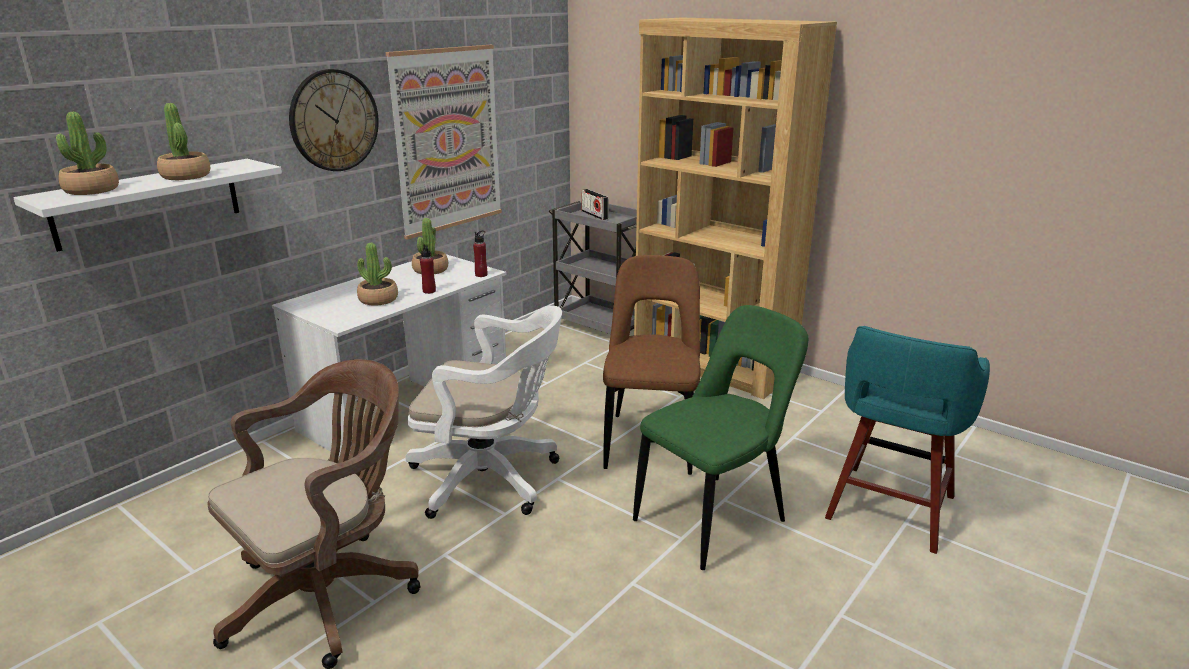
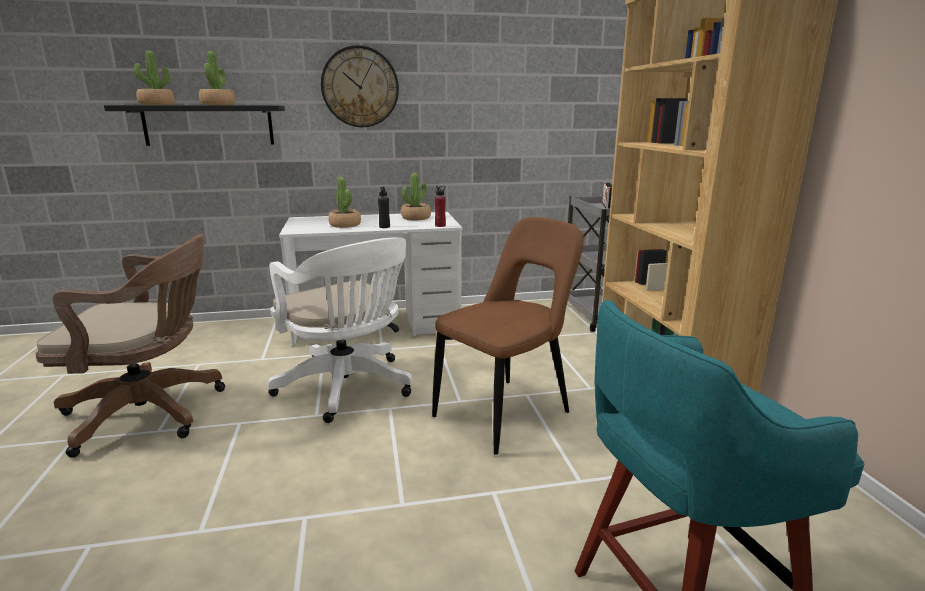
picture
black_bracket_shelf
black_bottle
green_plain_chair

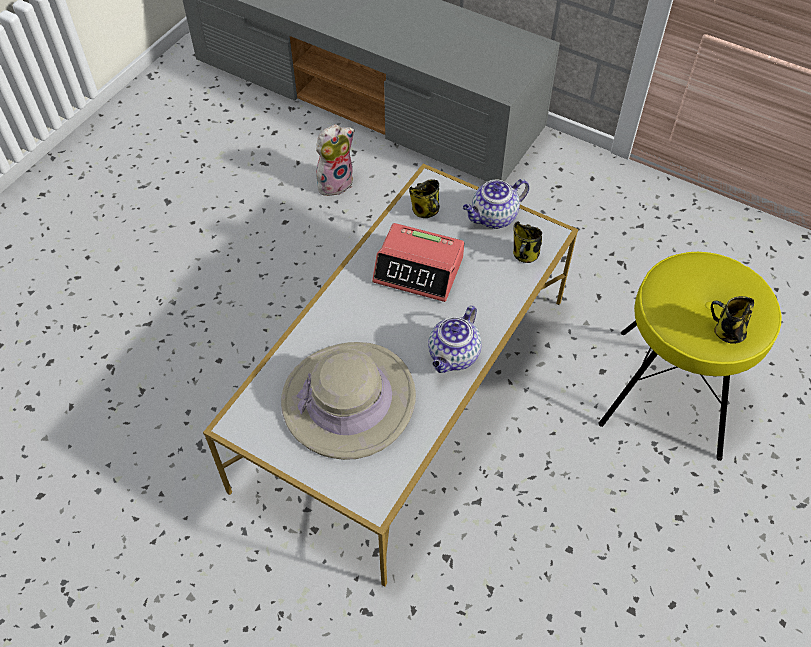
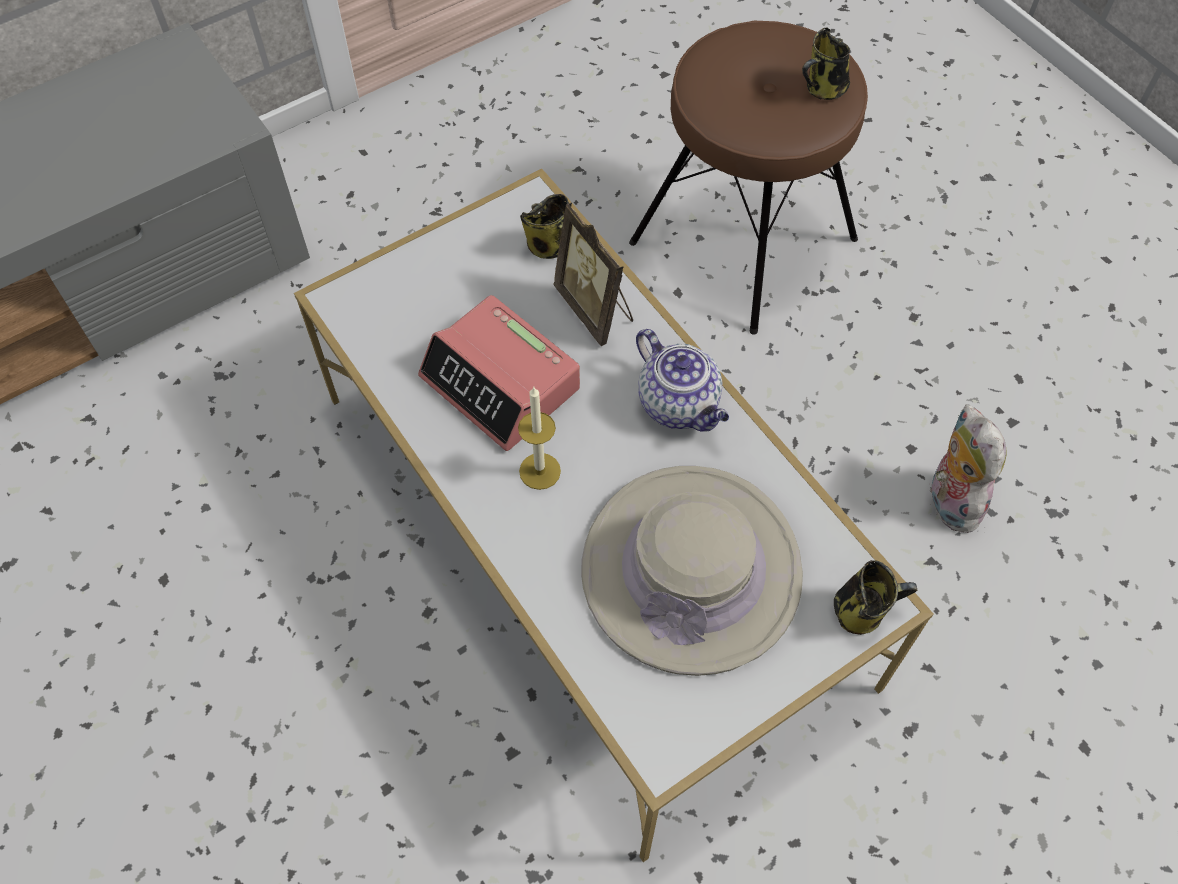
soft_toy
tea_mug (3rd from left)
tea_pot (2nd from left in the first image)
table_clock
brown-coloured_stool_seat
standing_frame
wax_candle

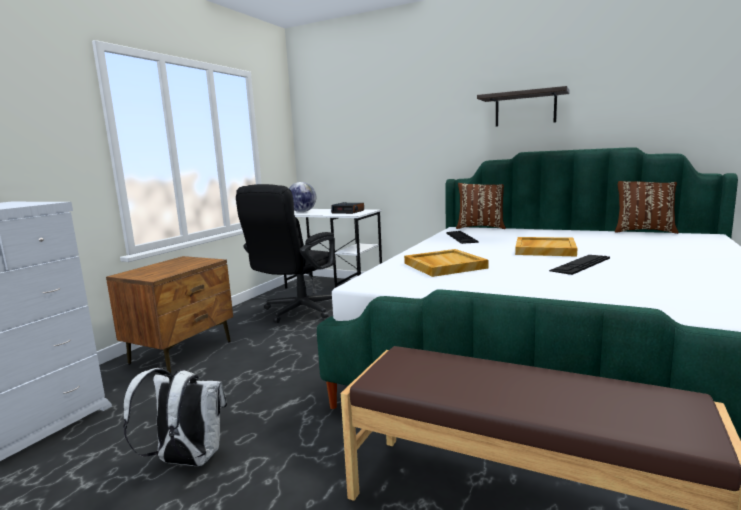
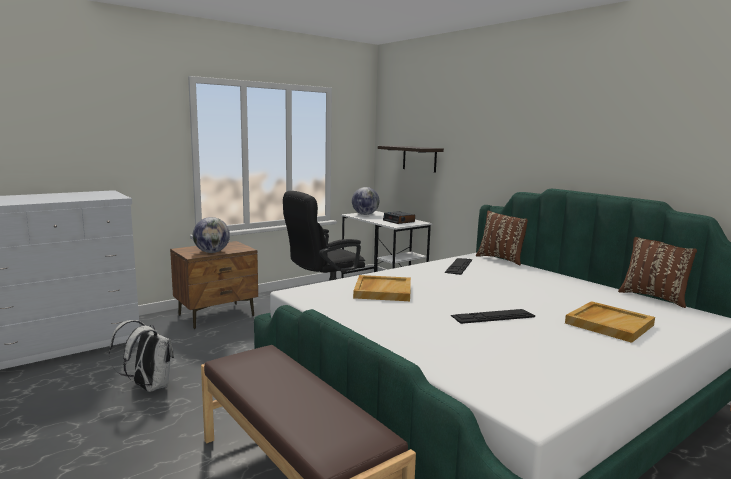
bracket_shelf
beige-coloured_tray (2nd from left)
desk_globe (1st from left)

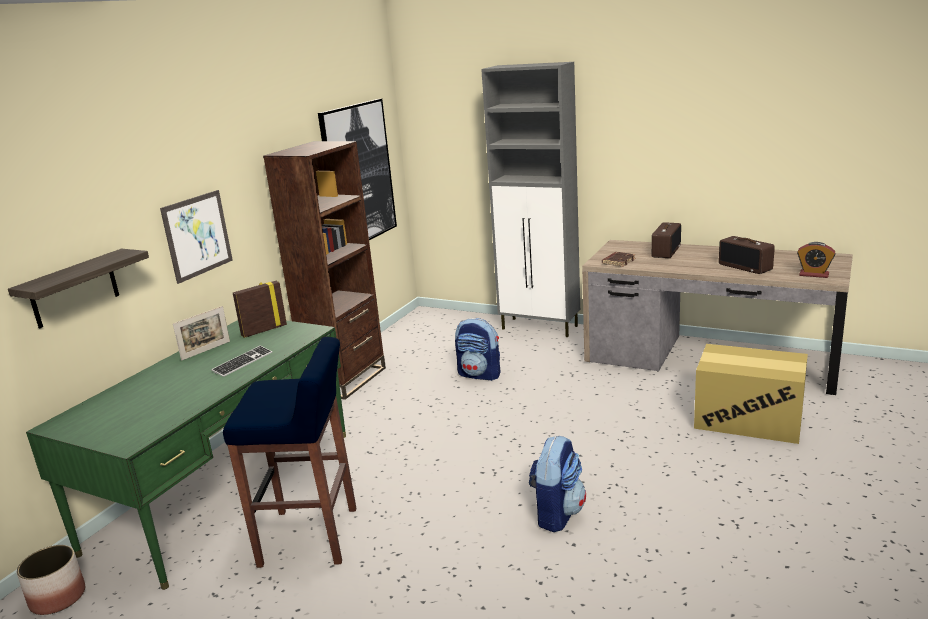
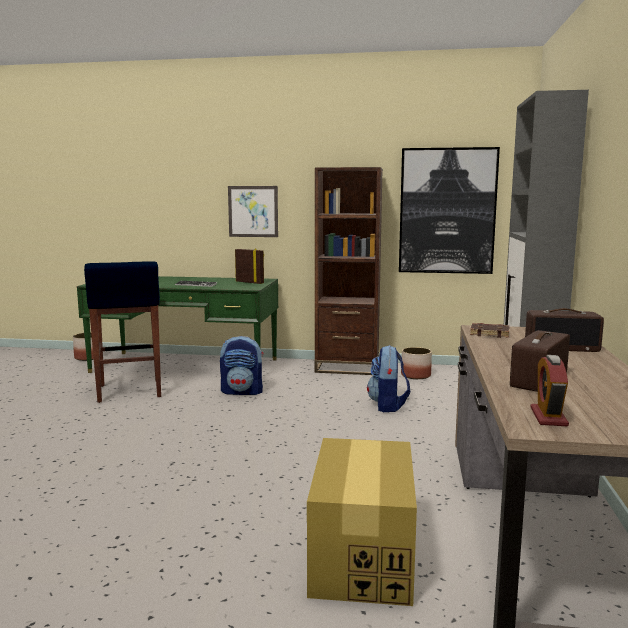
bracket_shelf
standing_frame (1st from left in the first image)
rucksack (1st from left)
planter (2nd from left)

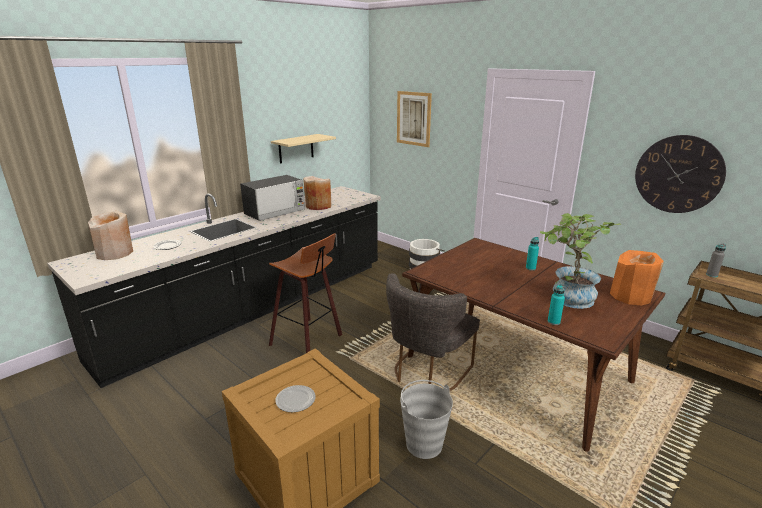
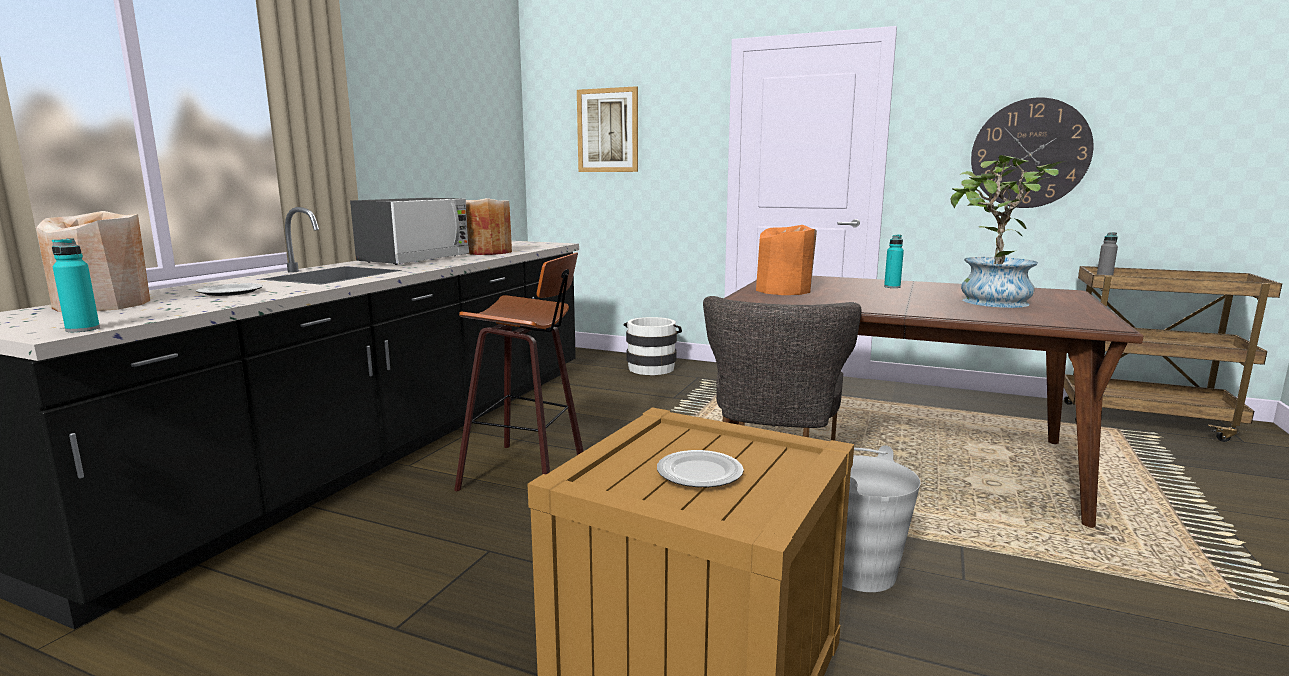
beige-coloured_bracket_shelf
orangey_vase
turquoise_bottle (1st from left)

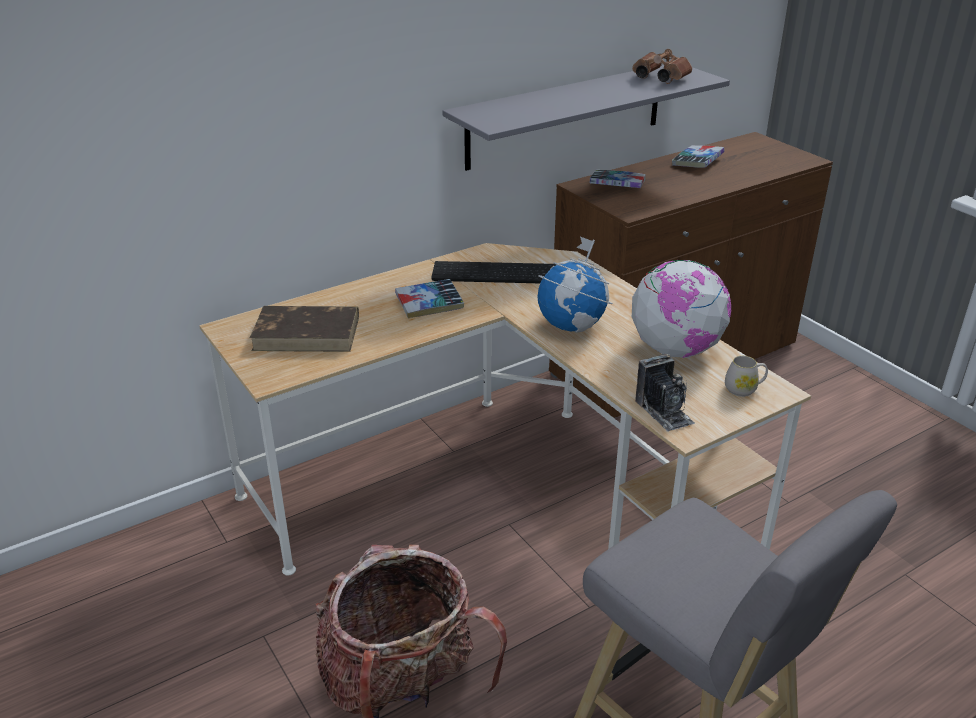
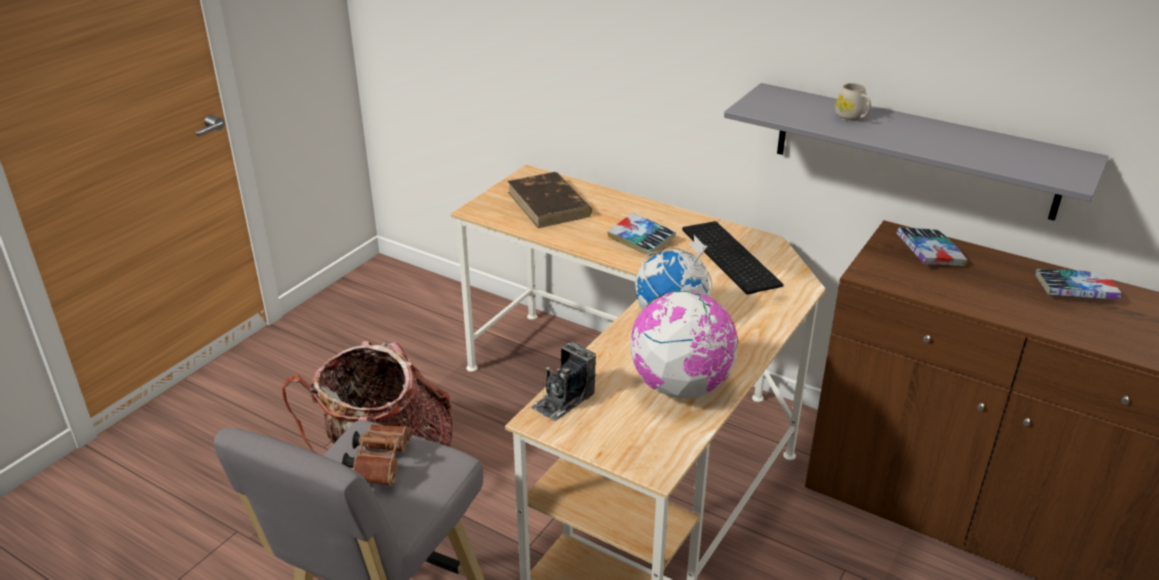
brown-coloured_binoculars
whitish_tea_mug

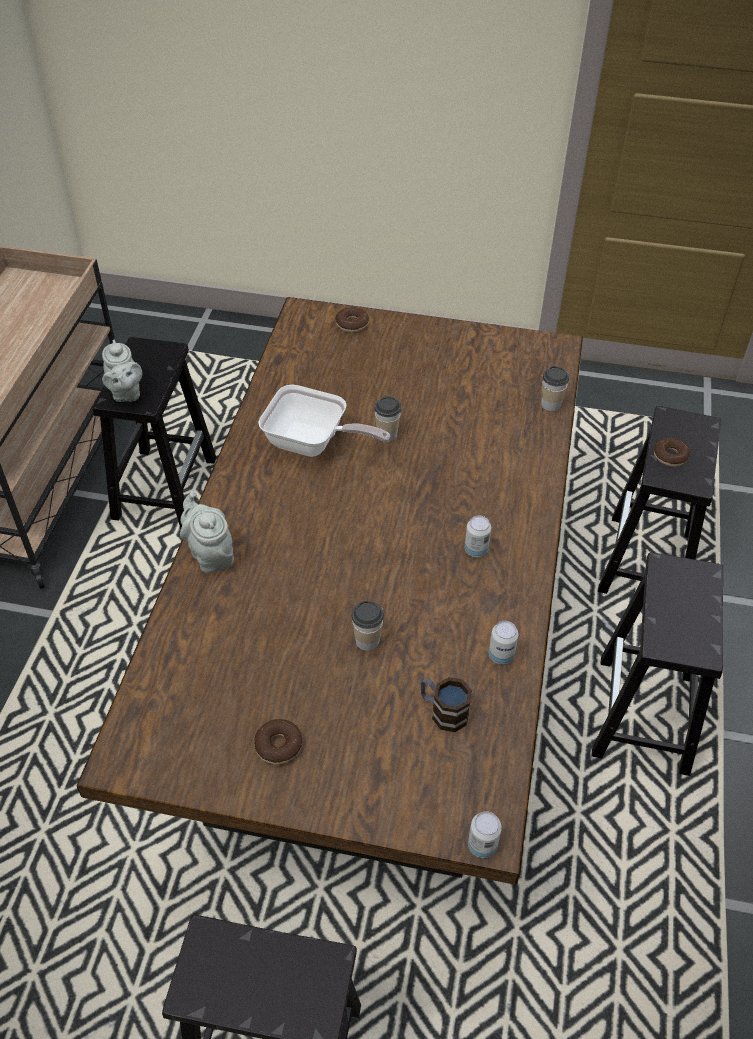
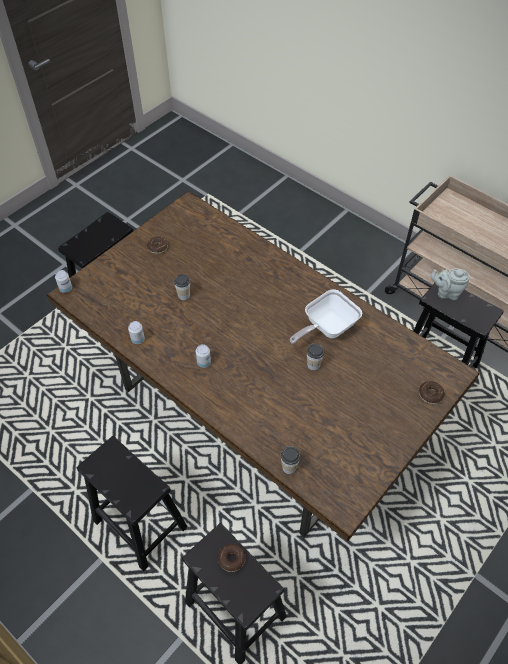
grey_tea_pot (2nd from left in the first image)
tea_mug

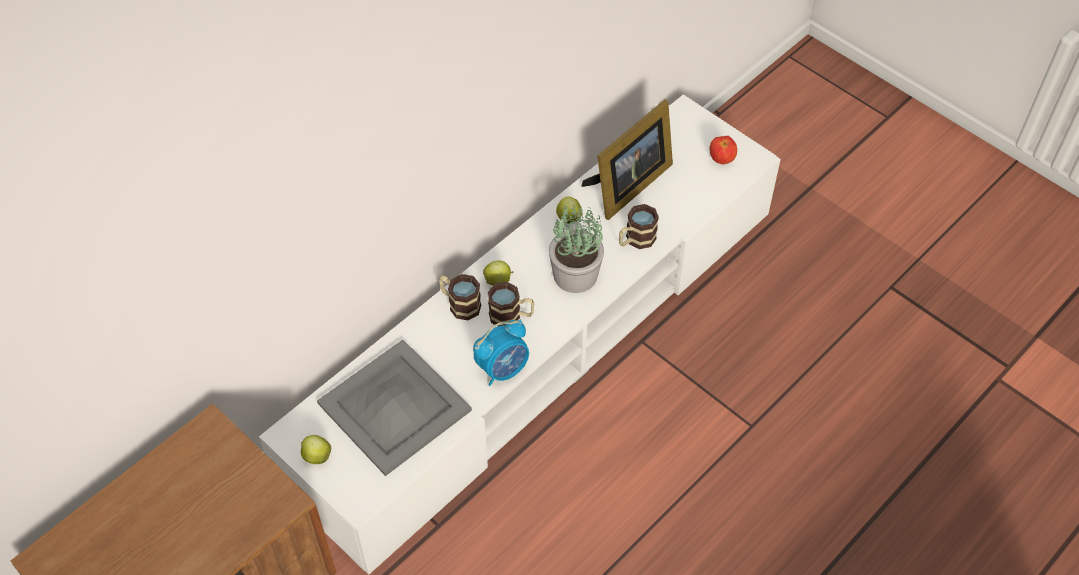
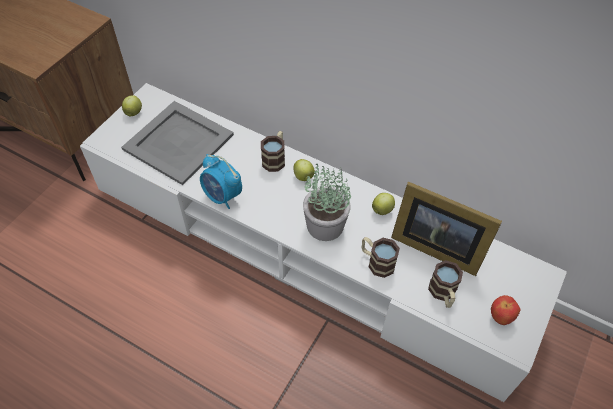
tea_mug (3rd from left)

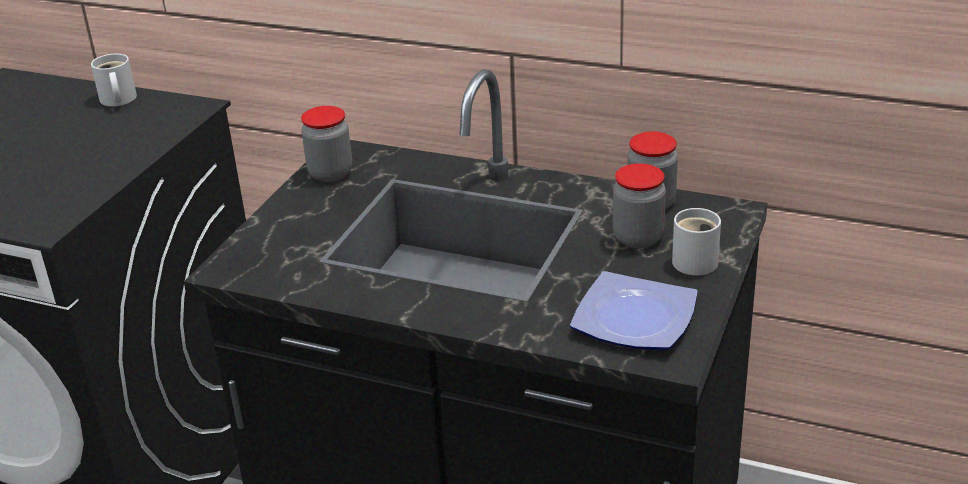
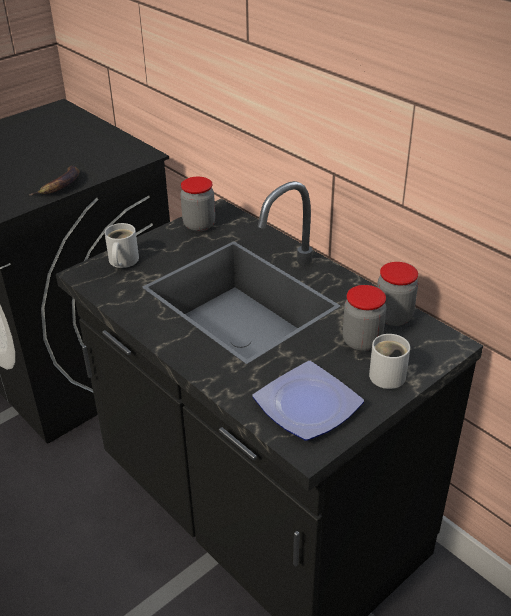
whitish_tea_mug (1st from left)
whole_banana

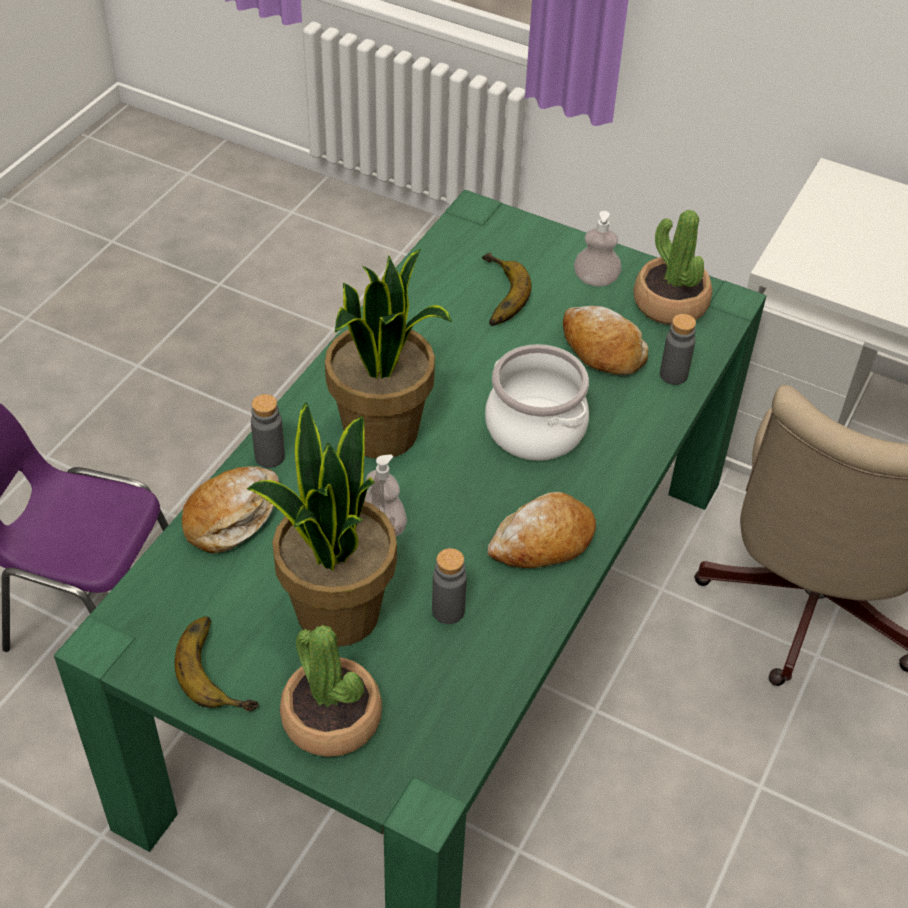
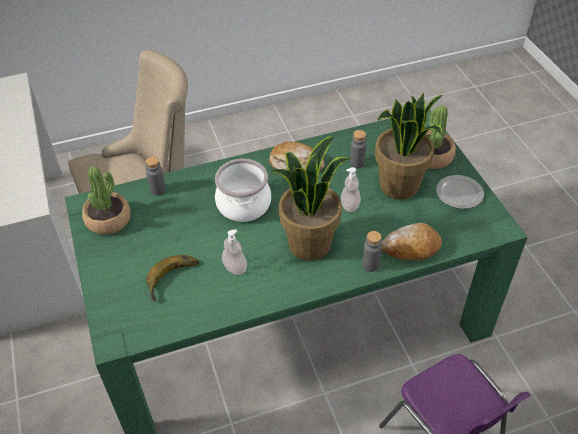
liquid_soap_bottle (1st from left)
baked_bread (3rd from left in the first image)
plate

